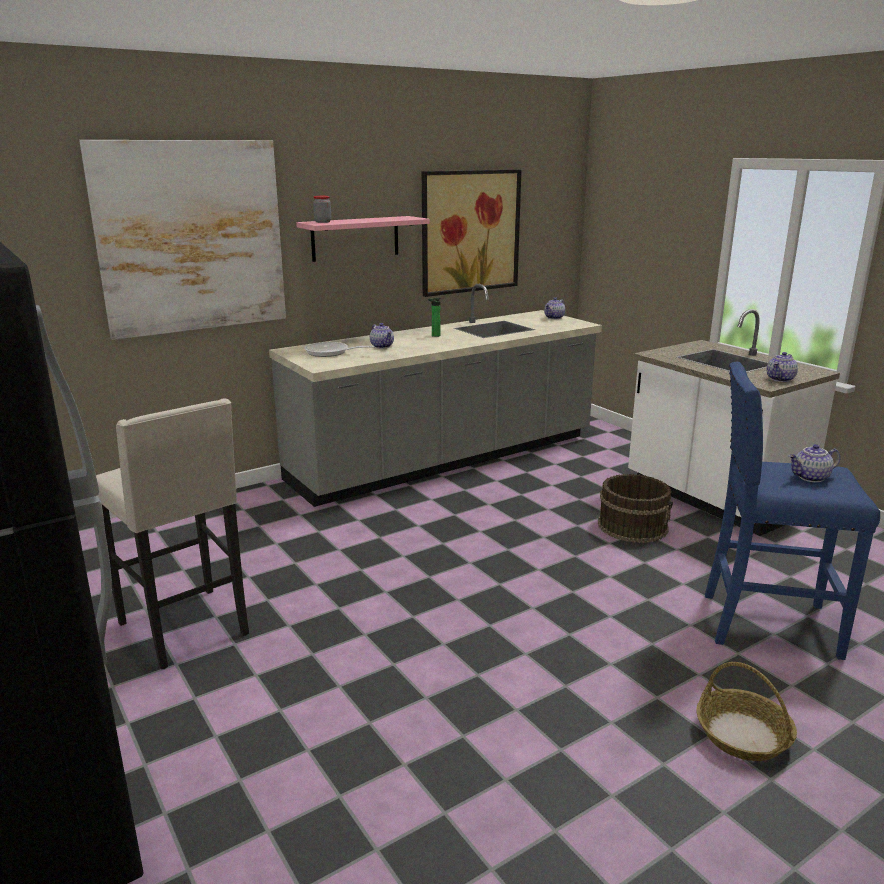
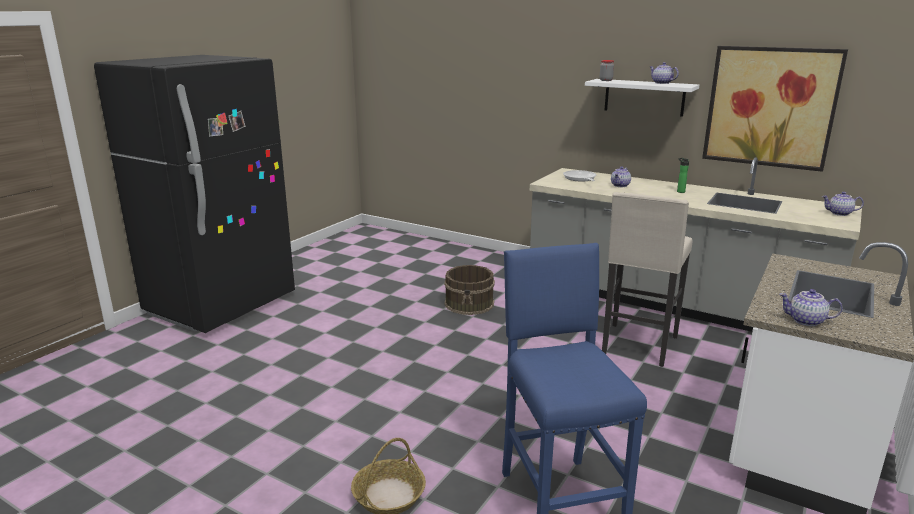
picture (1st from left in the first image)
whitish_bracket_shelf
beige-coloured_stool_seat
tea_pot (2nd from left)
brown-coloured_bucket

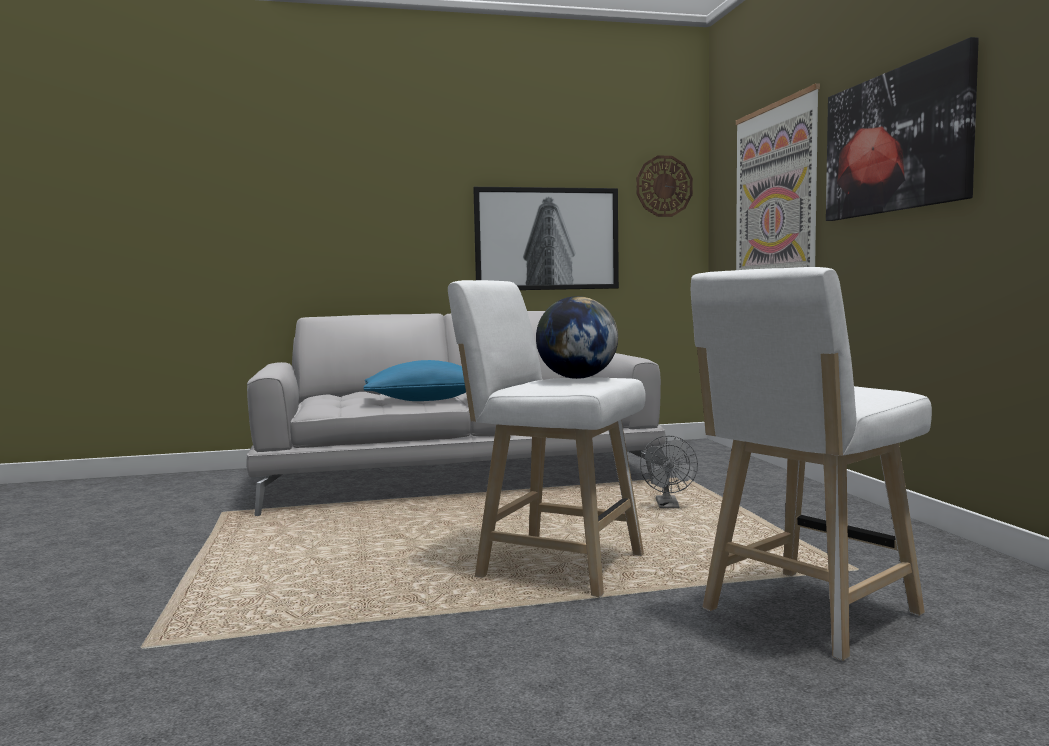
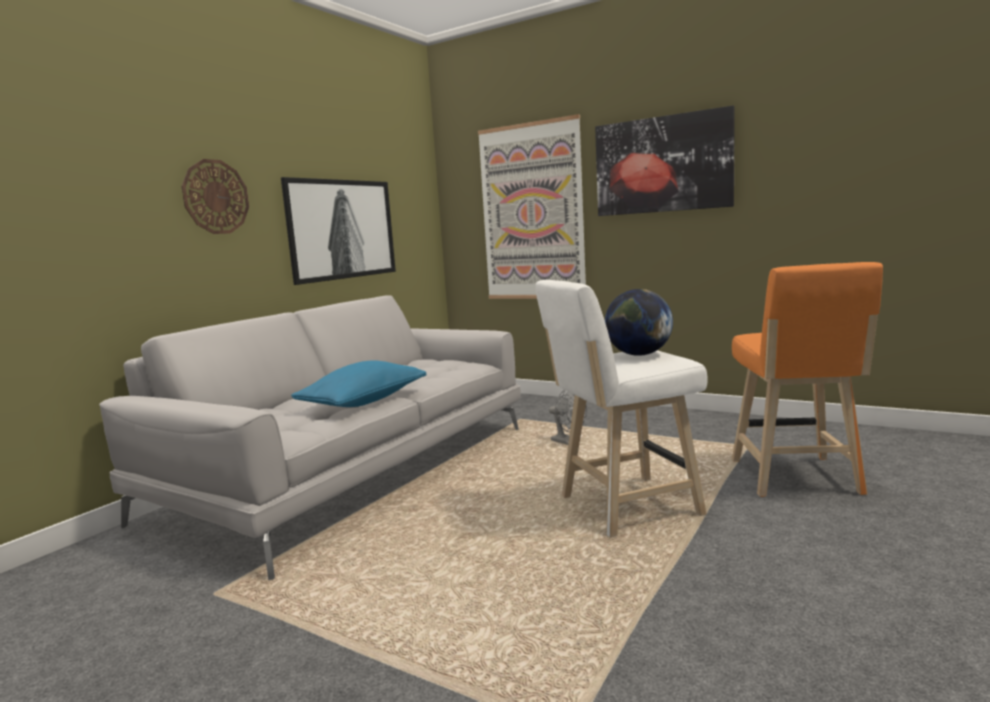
clock_on_the_wall
orangey_stool_seat

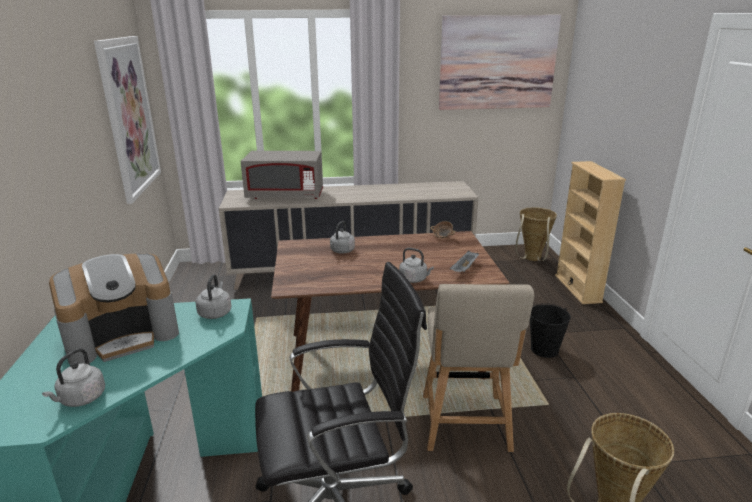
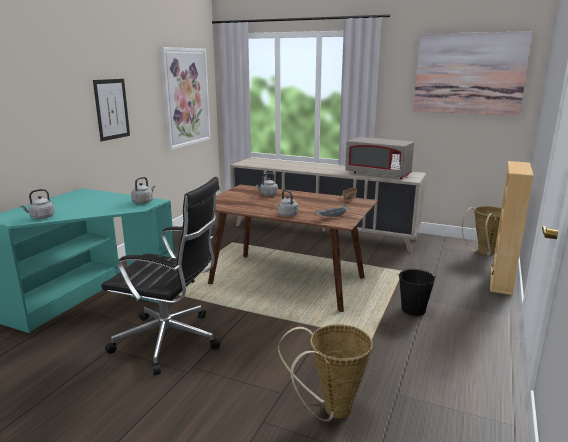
grey_microwave_oven
coffee_maker
beige-coloured_plain_chair
picture (1st from left)

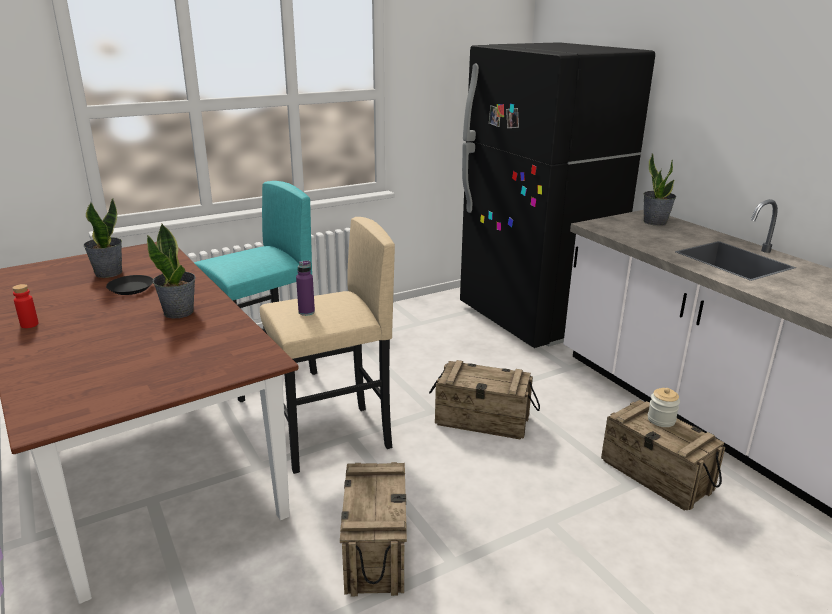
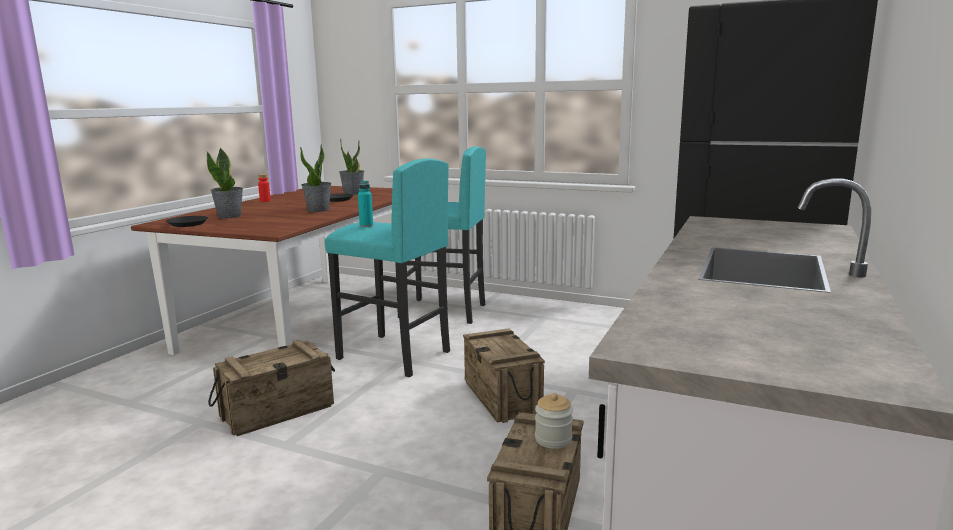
houseplant (1st from left)
turquoise_stool_seat (1st from left)
turquoise_bottle
black_plate (1st from left)

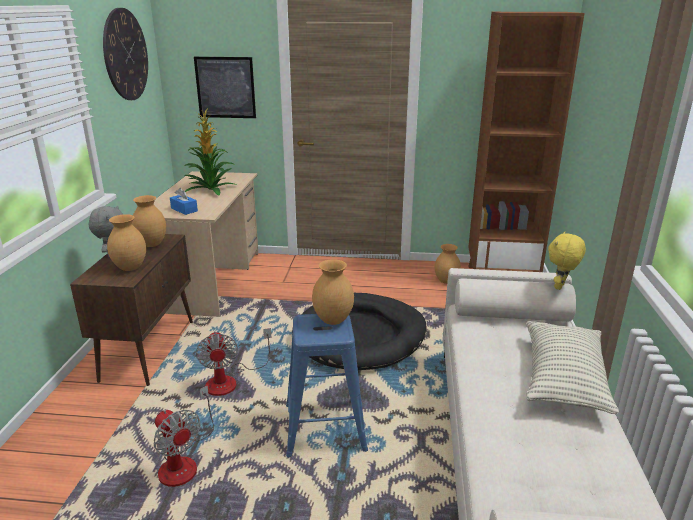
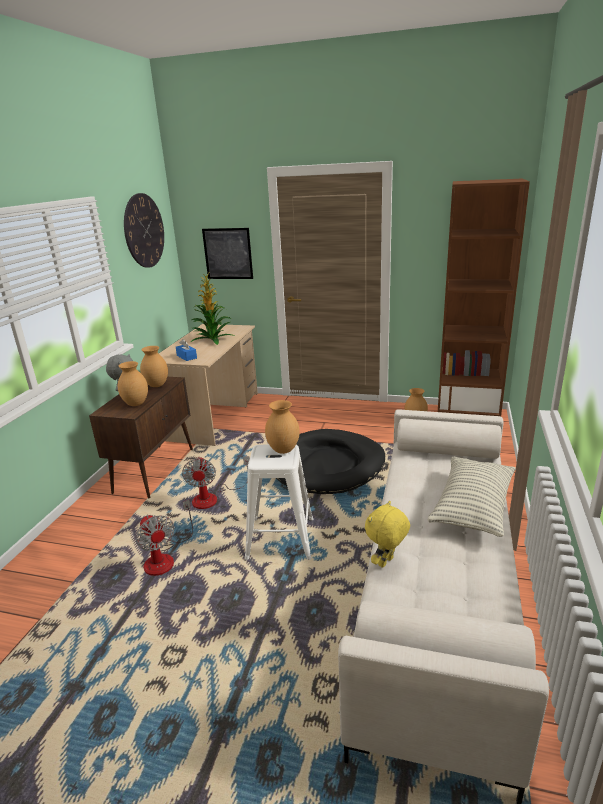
yellowish_soft_toy
whitish_stool_seat

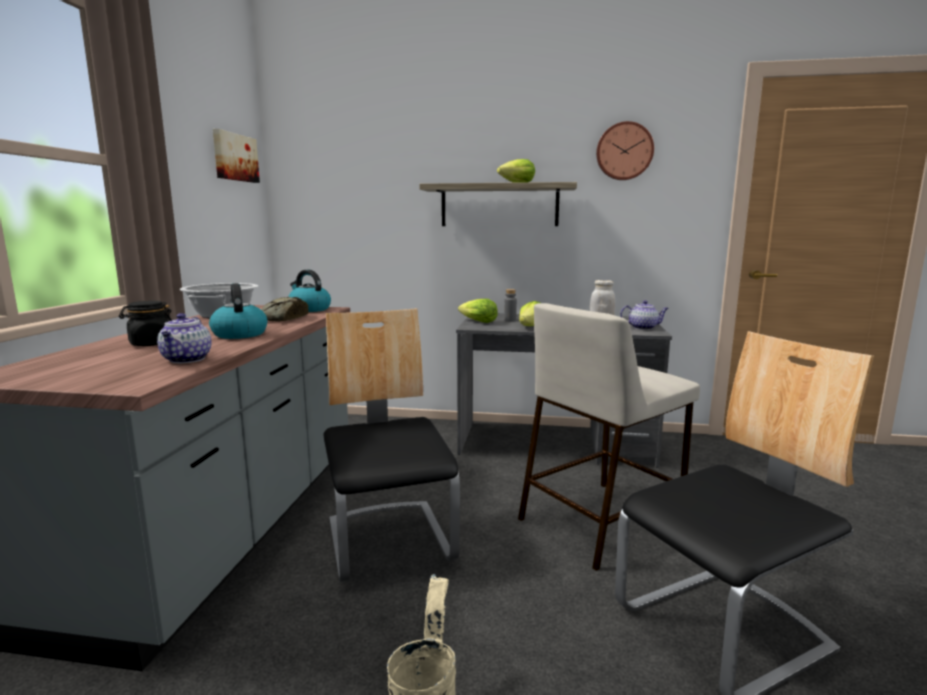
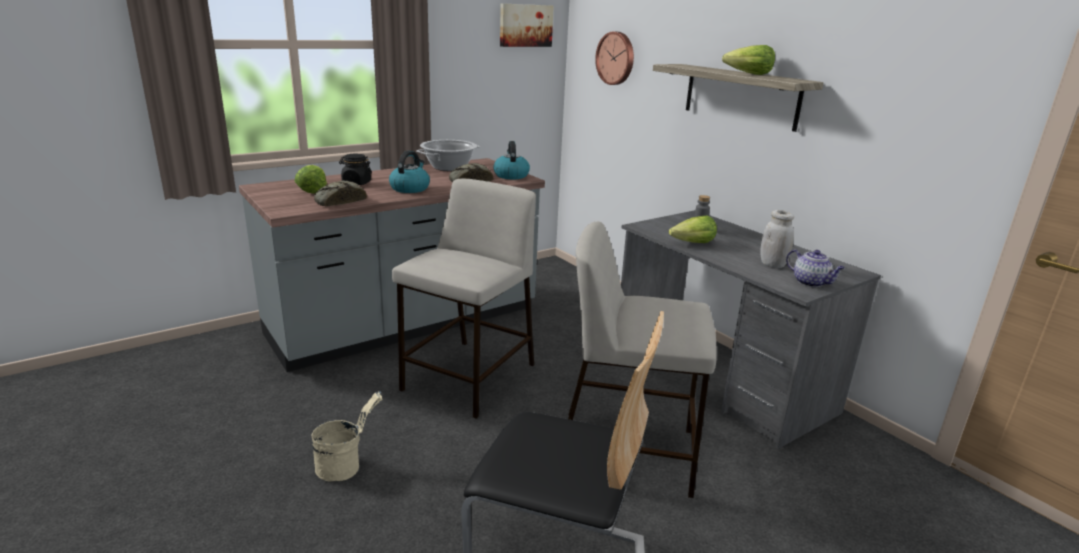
clock_on_the_wall
lettuce (1st from left)
beige-coloured_stool_seat (1st from left)
baked_bread (1st from left)

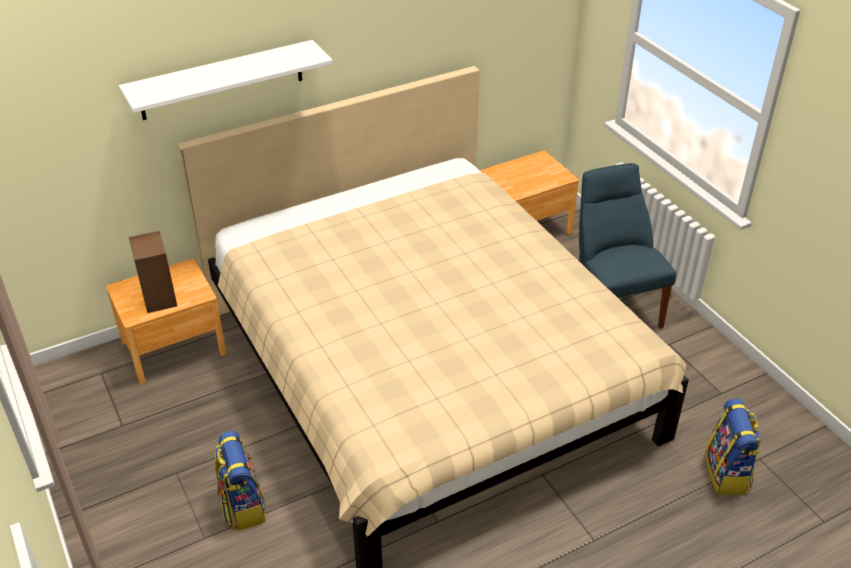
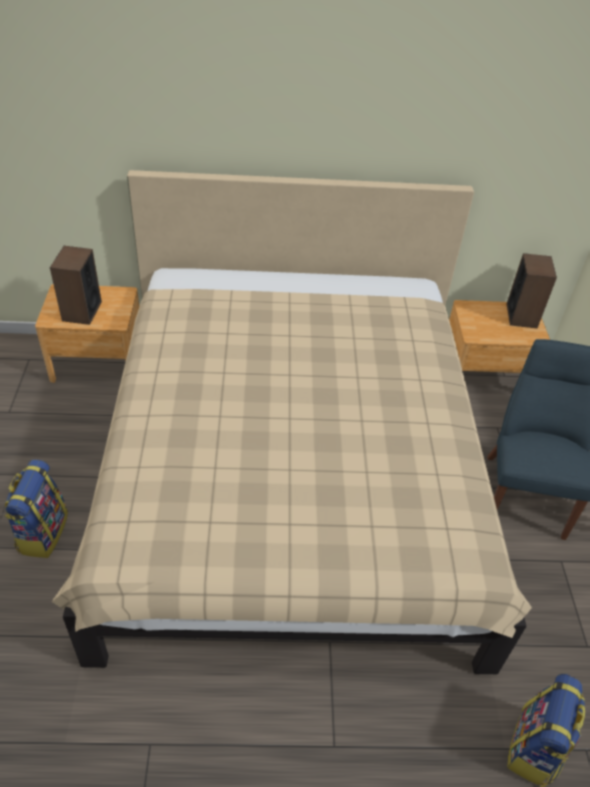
whitish_bracket_shelf
audio_speaker (2nd from left)

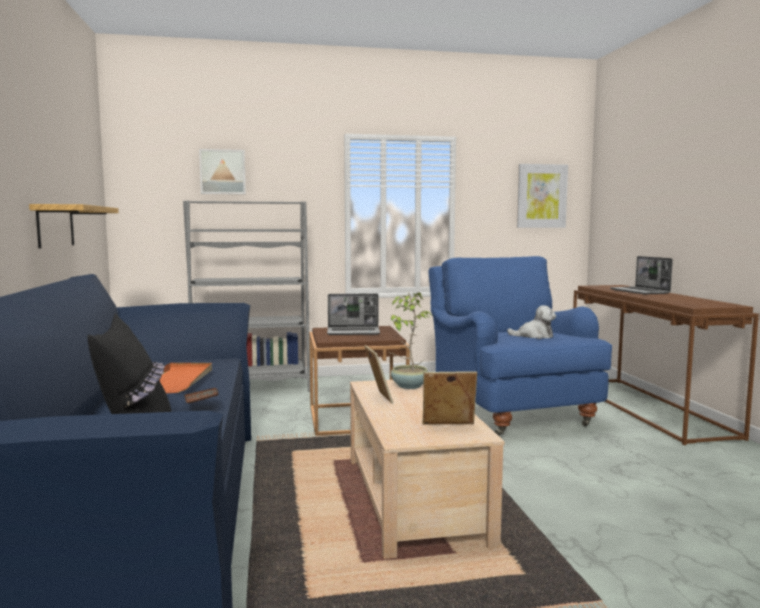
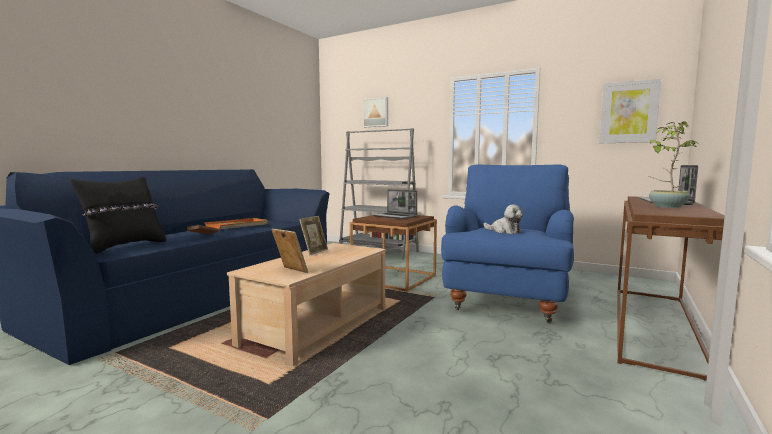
bracket_shelf
houseplant

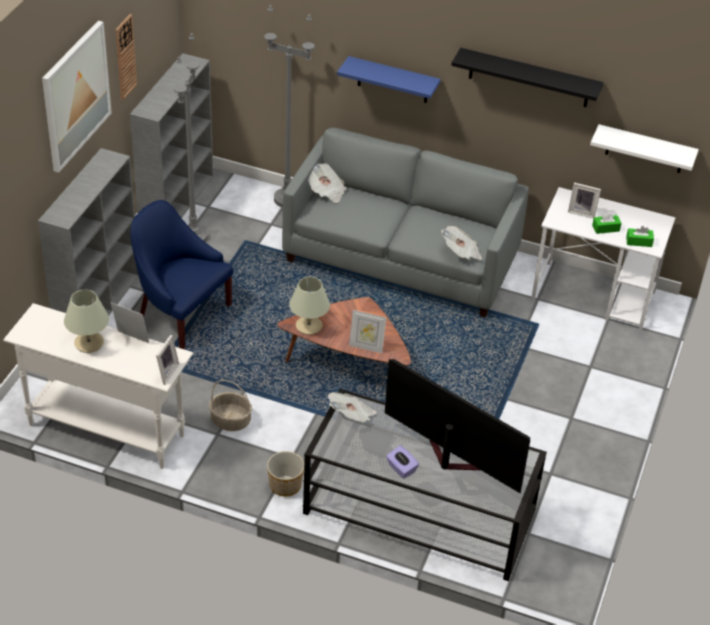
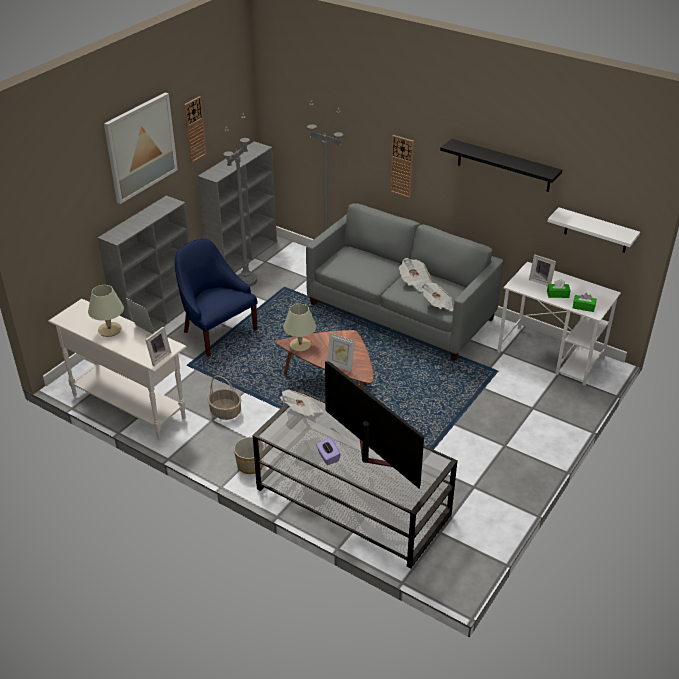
clock_on_the_wall (2nd from left)
printed_paper (2nd from left)

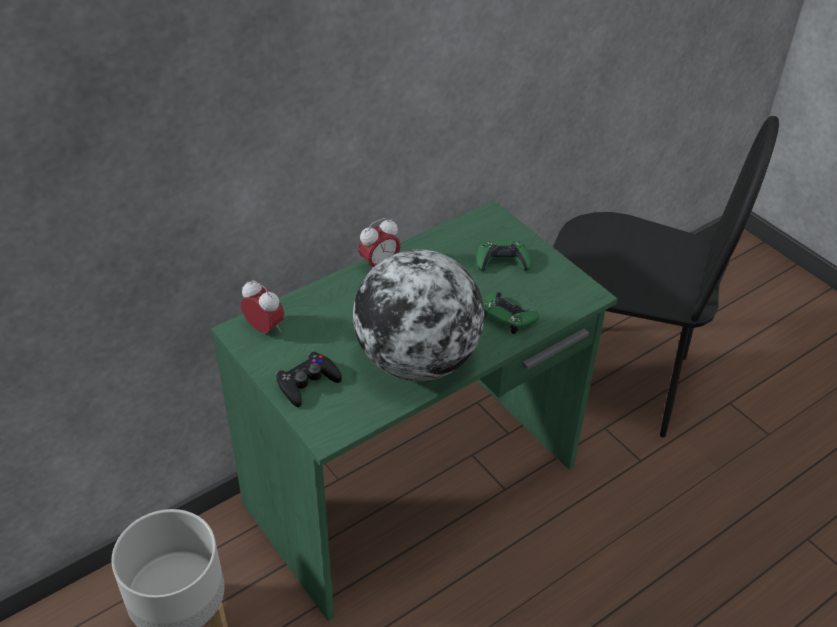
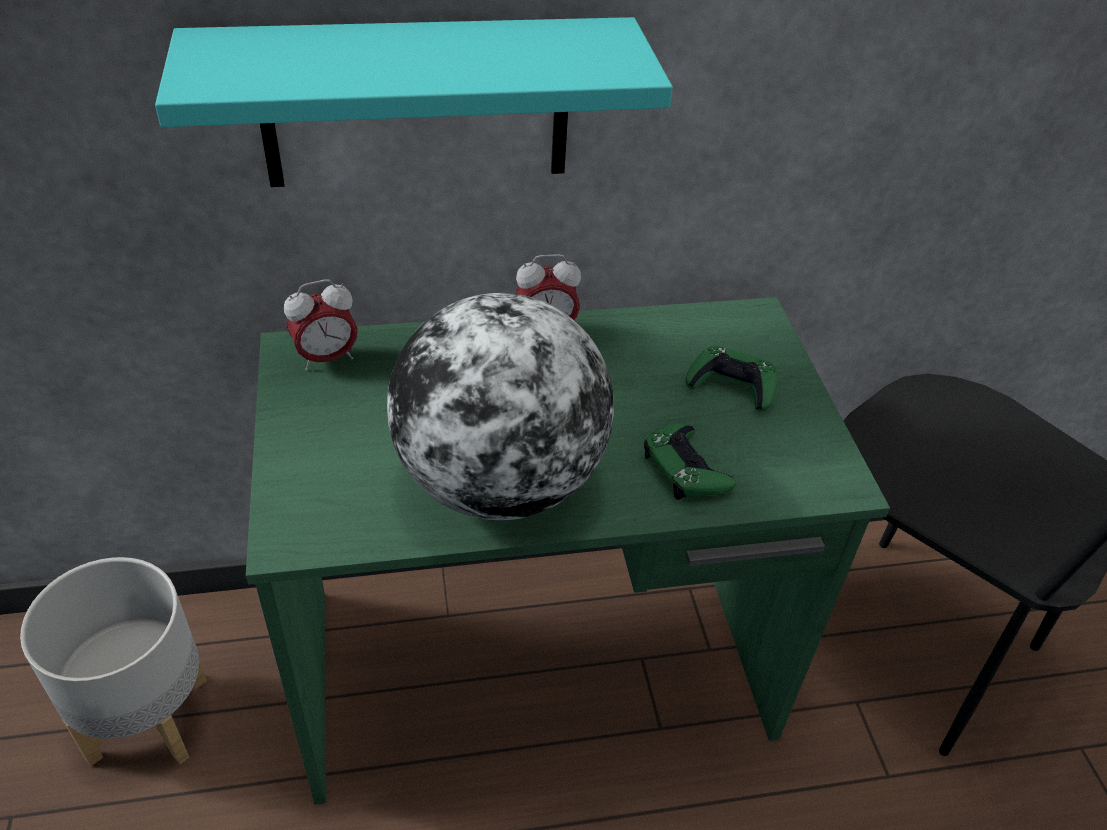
table_clock (1st from left)
black_joypad
turquoise_bracket_shelf

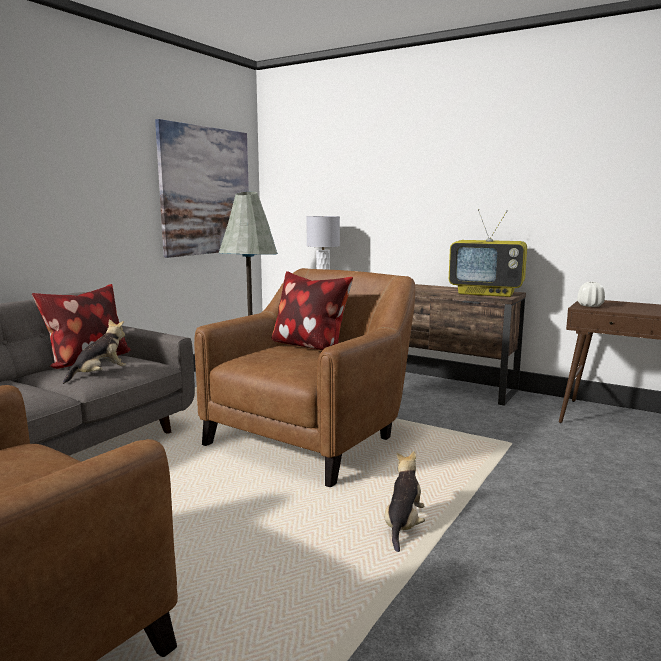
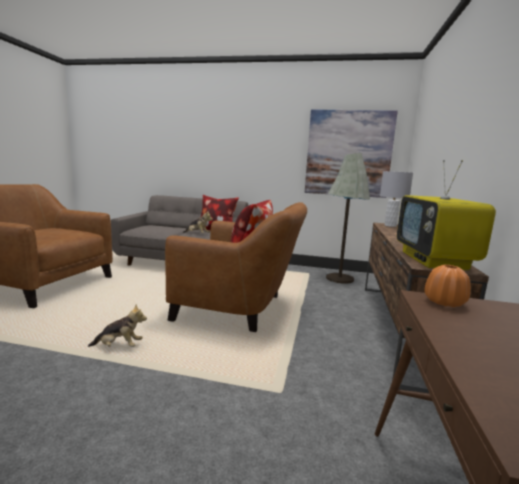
orangey_vase

